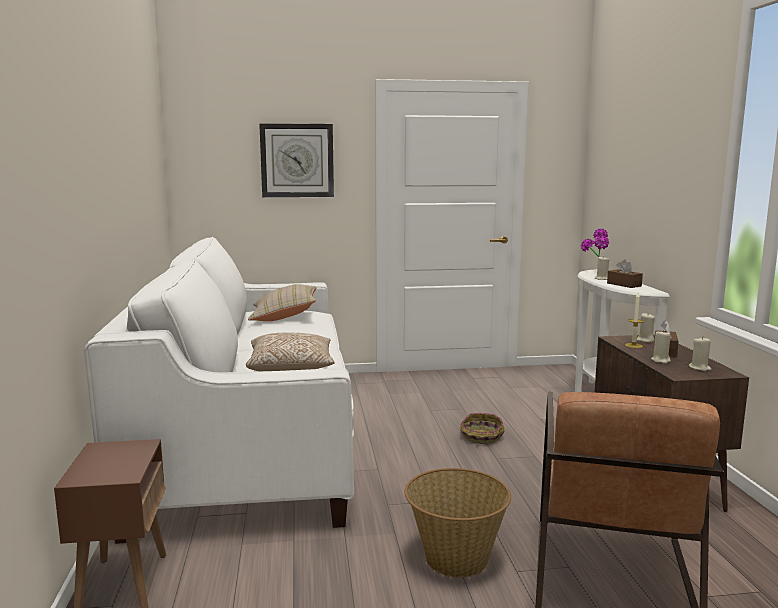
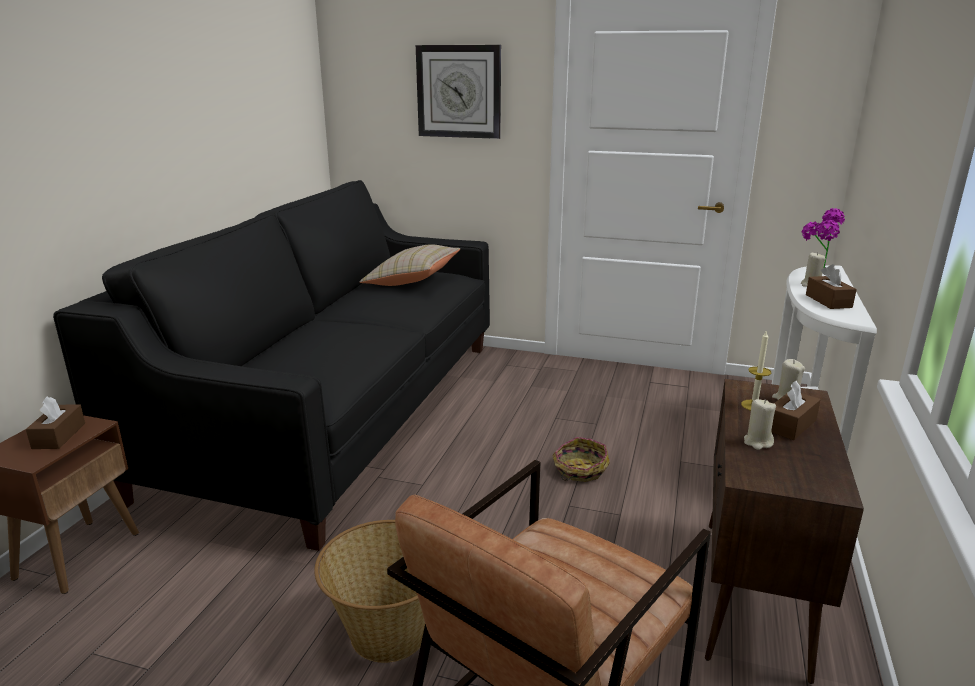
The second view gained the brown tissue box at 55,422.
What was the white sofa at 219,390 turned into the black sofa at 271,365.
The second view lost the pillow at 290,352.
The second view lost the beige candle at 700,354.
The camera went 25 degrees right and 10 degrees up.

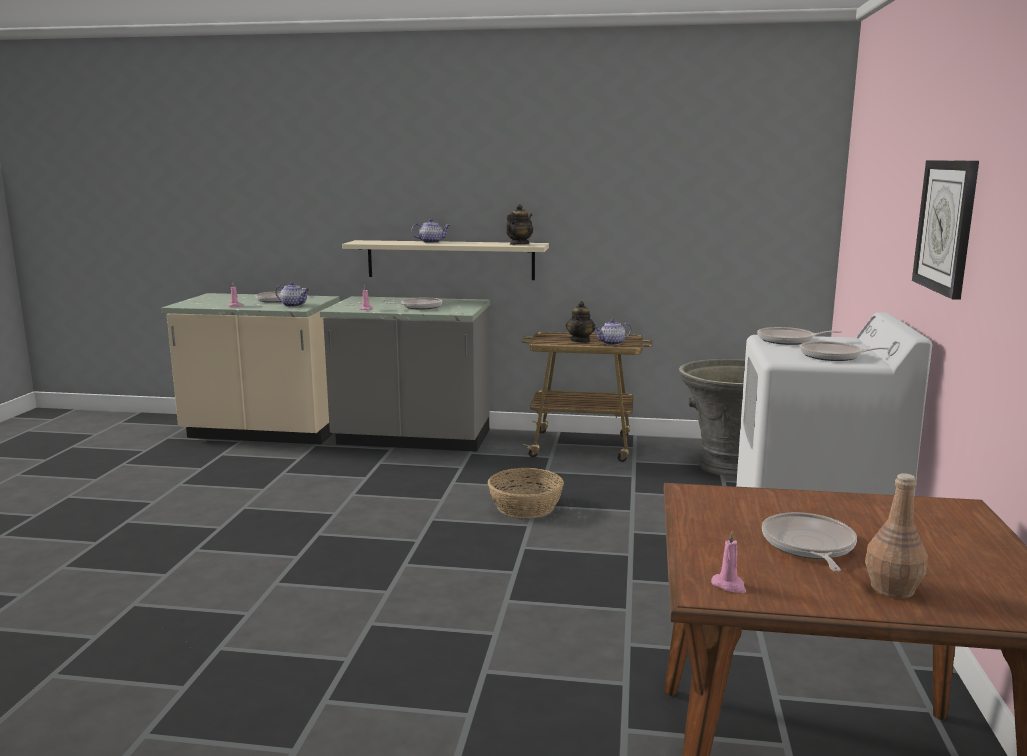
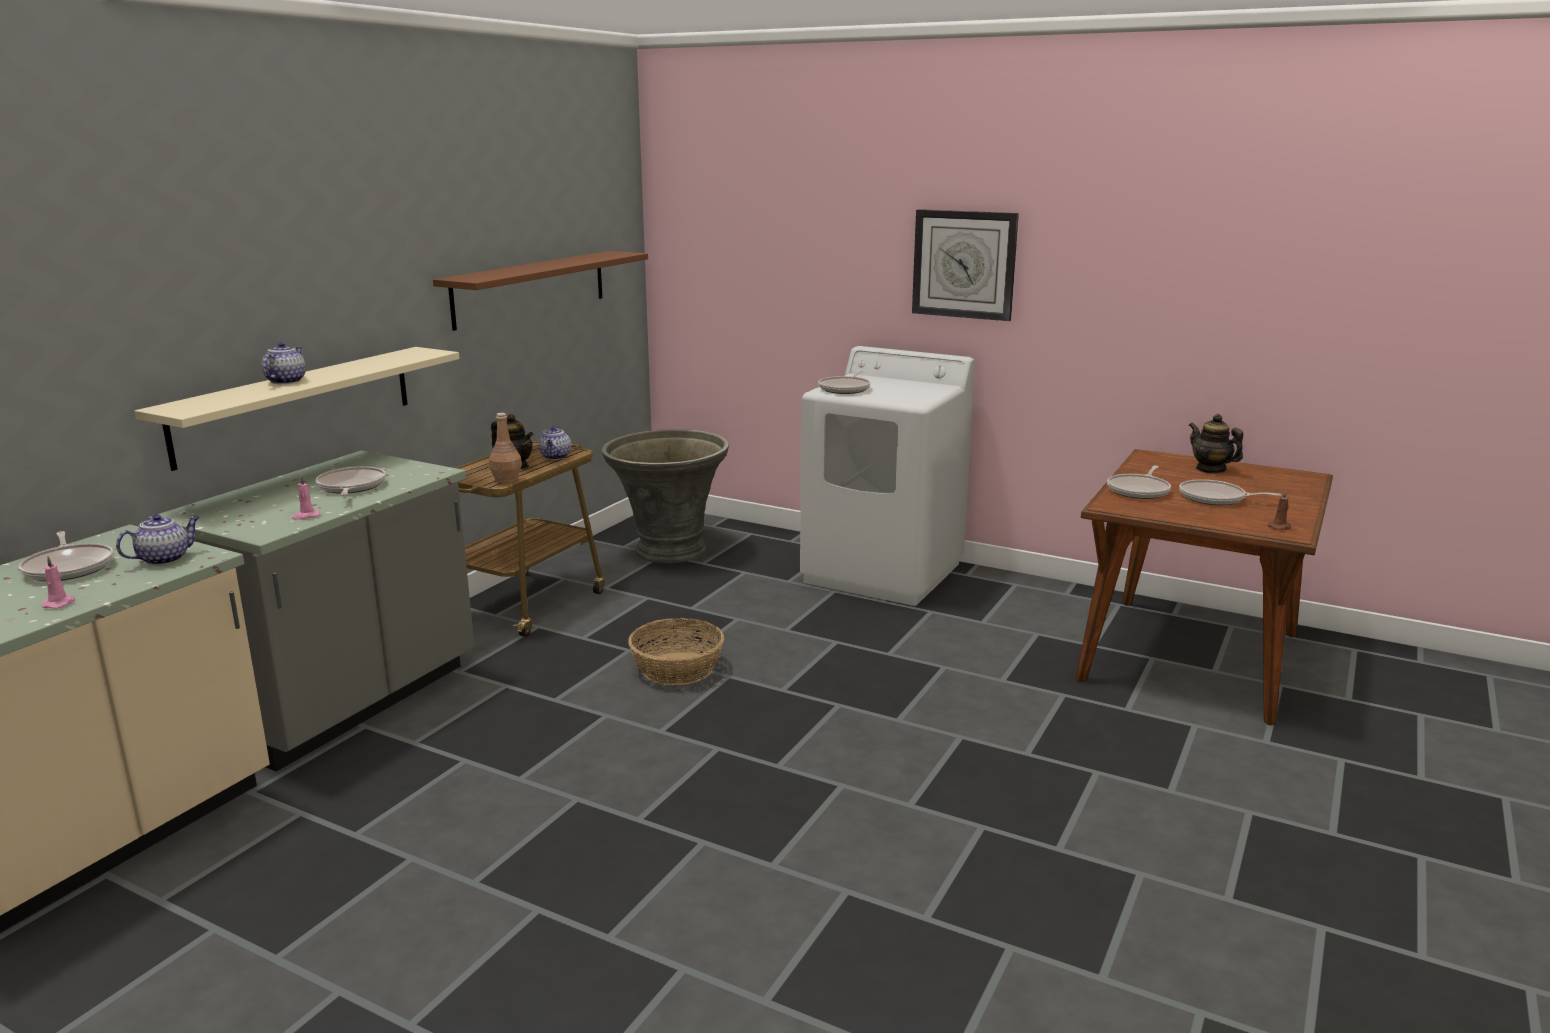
The second view gained the brown shelf at 540,291.
The brown bottle ended up elsewhere, having gone from 896,536 to 505,448.
The frying pan ended up elsewhere, having gone from 845,351 to 1139,482.
The teapot ended up elsewhere, having gone from 519,224 to 1216,444.
What was the pink candle at 728,562 turned into the brown candle at 1279,510.
The camera went 70 degrees left and 5 degrees up.

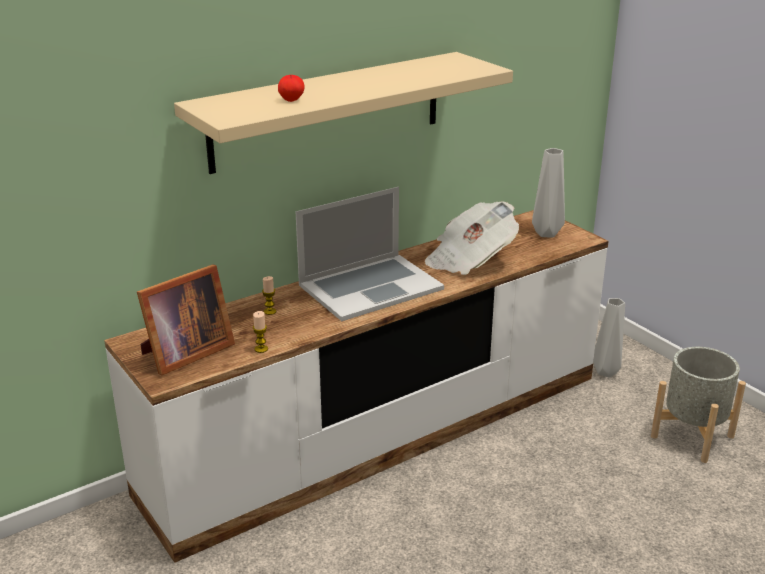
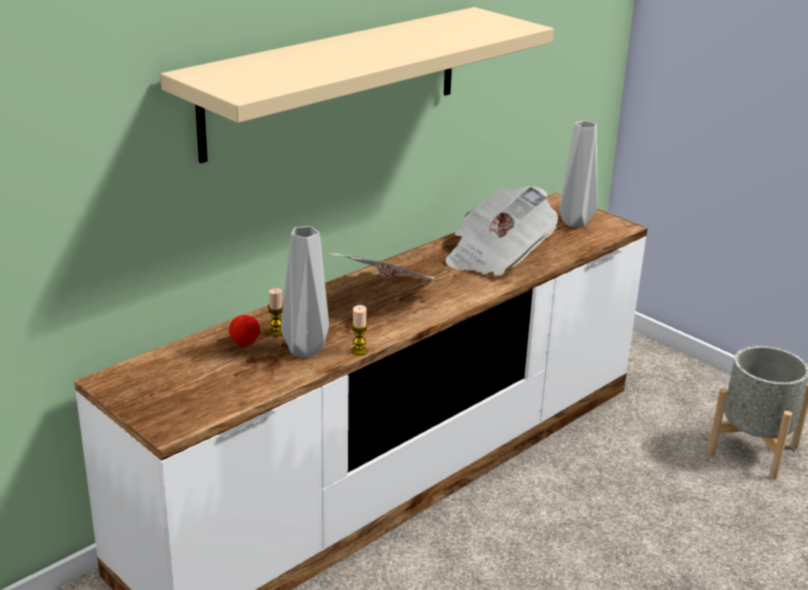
The apple ended up elsewhere, having gone from 291,88 to 244,330.
The grey vase ended up elsewhere, having gone from 609,337 to 305,292.
Where the laptop stood at 370,254, the newspaper came to stand at 384,267.
The candle ended up elsewhere, having gone from 260,332 to 359,330.
The second view lost the picture frame at 186,319.
The camera went 10 degrees left and 0 degrees up.

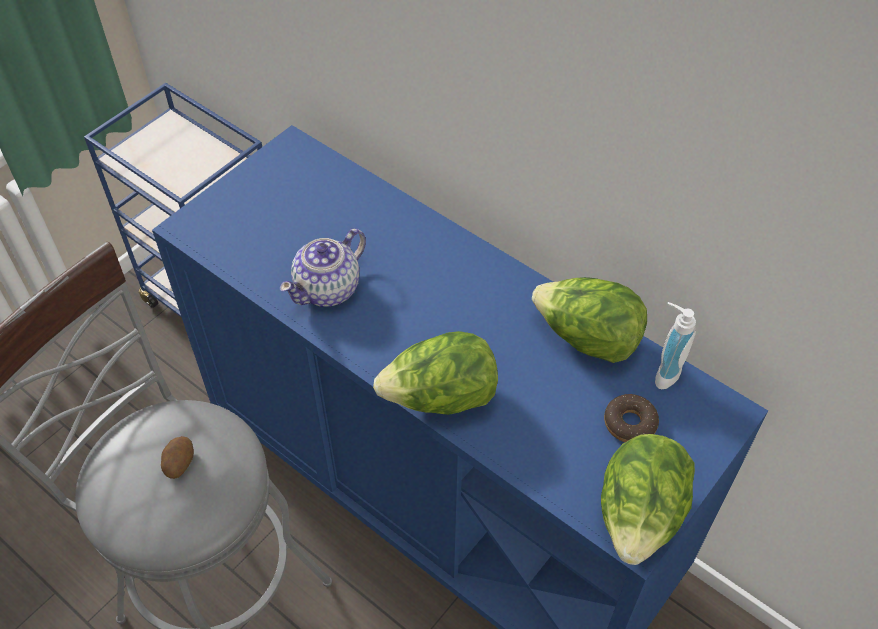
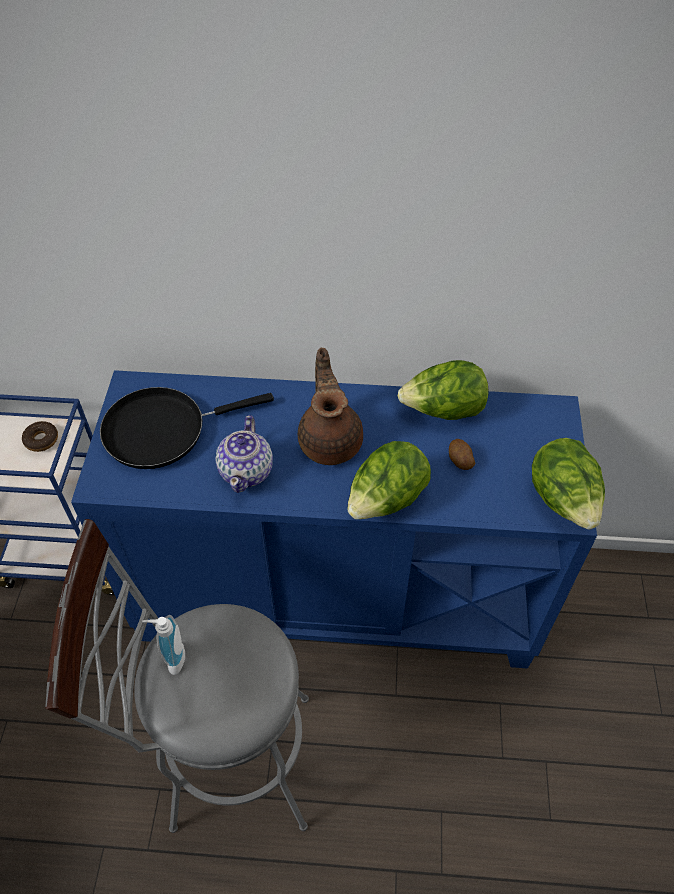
The donut ended up elsewhere, having gone from 631,418 to 40,436.
The second view gained the black frying pan at 187,428.
The soap dispenser ended up elsewhere, having gone from 675,345 to 163,645.
The second view gained the brown teapot at 330,406.
The potato ended up elsewhere, having gone from 177,457 to 462,454.
The camera went 35 degrees left and 0 degrees up.

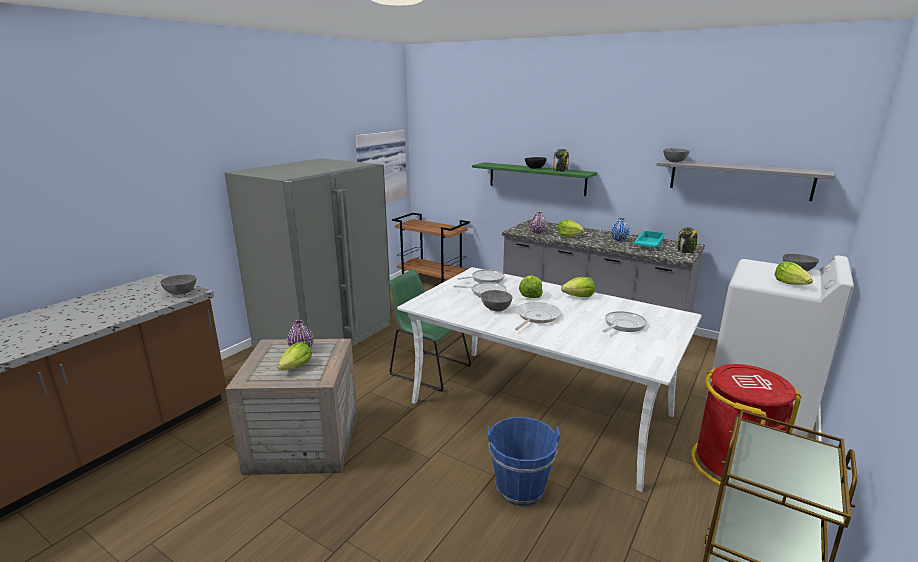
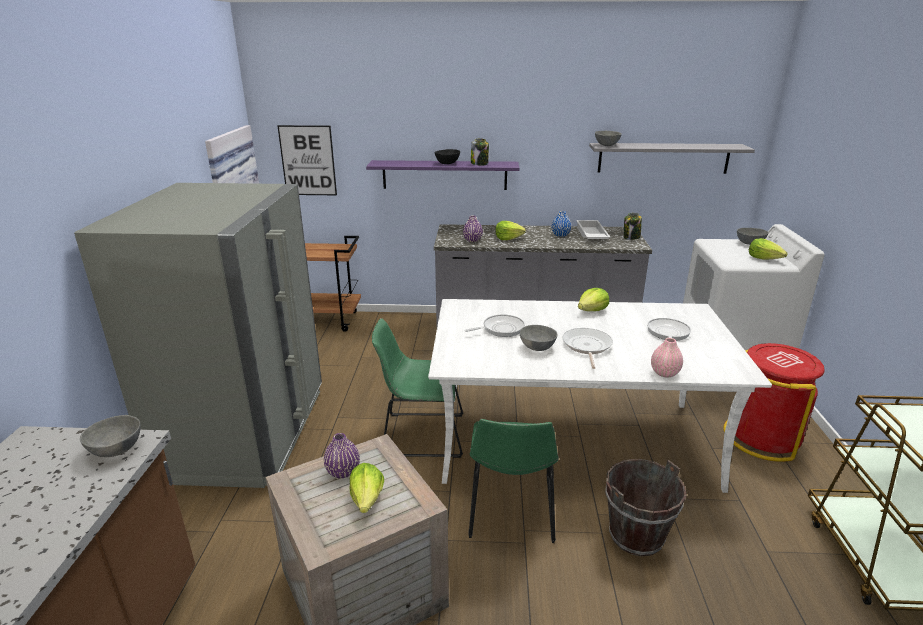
The second view gained the picture at 307,160.
What was the green shelf at 534,179 turned into the purple shelf at 443,175.
The second view gained the green chair at 513,481.
What was the turquoise tray at 649,238 turned into the white tray at 593,229.
What was the blue bucket at 524,461 turned into the brown bucket at 645,507.
The second view gained the pink vase at 667,357.
The second view lost the frying pan at 480,276.
The second view lost the lettuce at 531,287.
The camera went 30 degrees left and 5 degrees up.

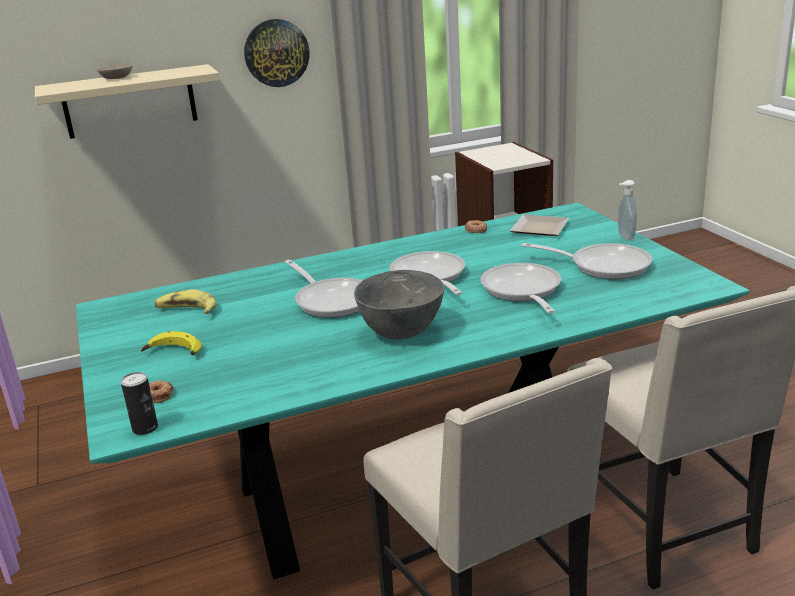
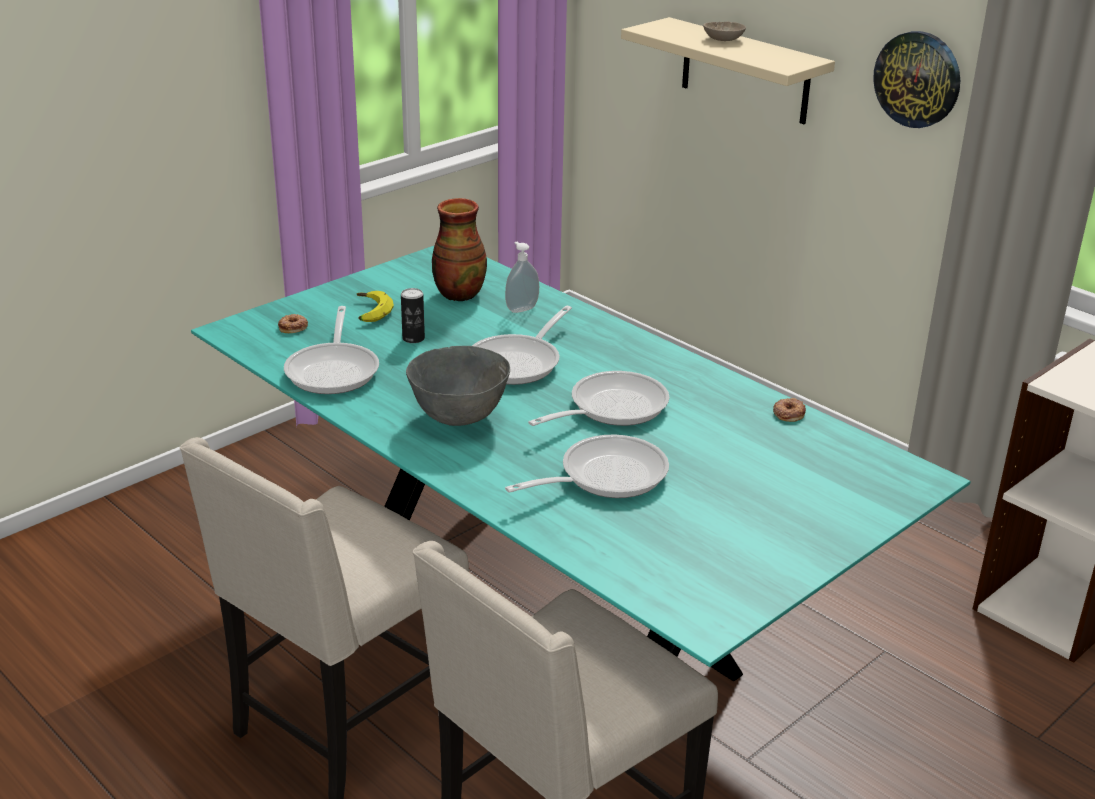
The frying pan ended up elsewhere, having gone from 586,261 to 331,350.
The can ended up elsewhere, having gone from 139,403 to 413,315.
Where the banana stood at 185,301, the vase came to stand at 459,249.
The soap dispenser ended up elsewhere, having gone from 627,210 to 522,277.
The second view lost the plate at 539,225.
The camera went 65 degrees right and 5 degrees up.

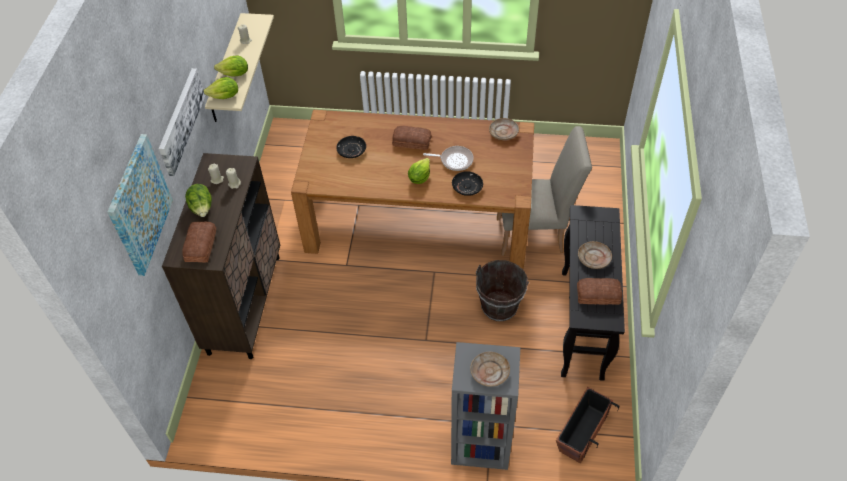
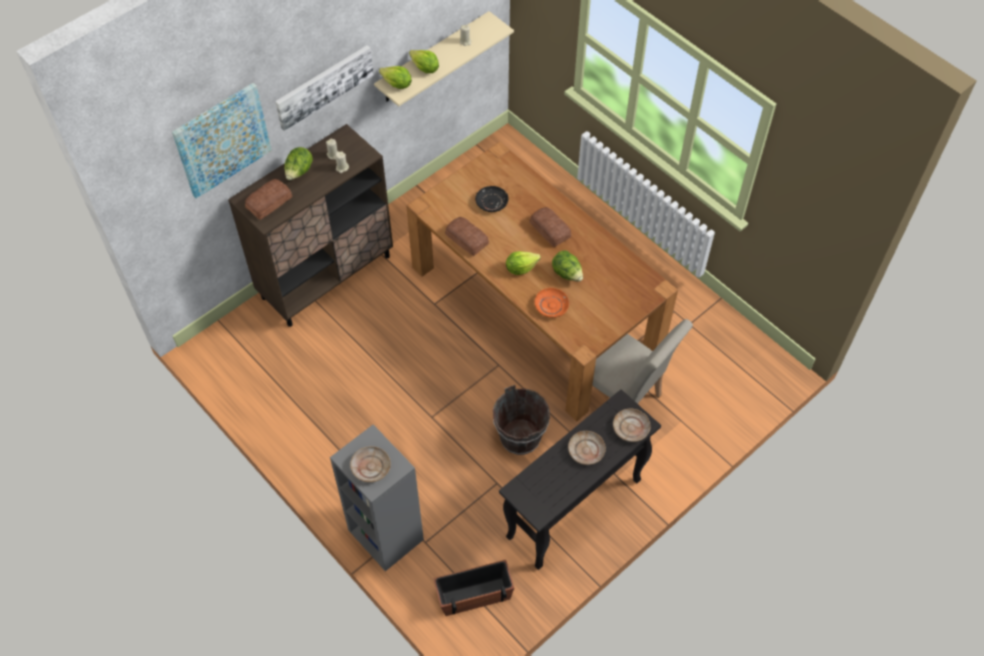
The bread ended up elsewhere, having gone from 599,291 to 467,236.
What was the black plate at 467,183 turned into the orange plate at 552,303.
Where the frying pan stood at 448,158, the lettuce came to stand at 567,266.
The beige plate ended up elsewhere, having gone from 504,129 to 632,425.
The camera went 40 degrees right and 5 degrees up.

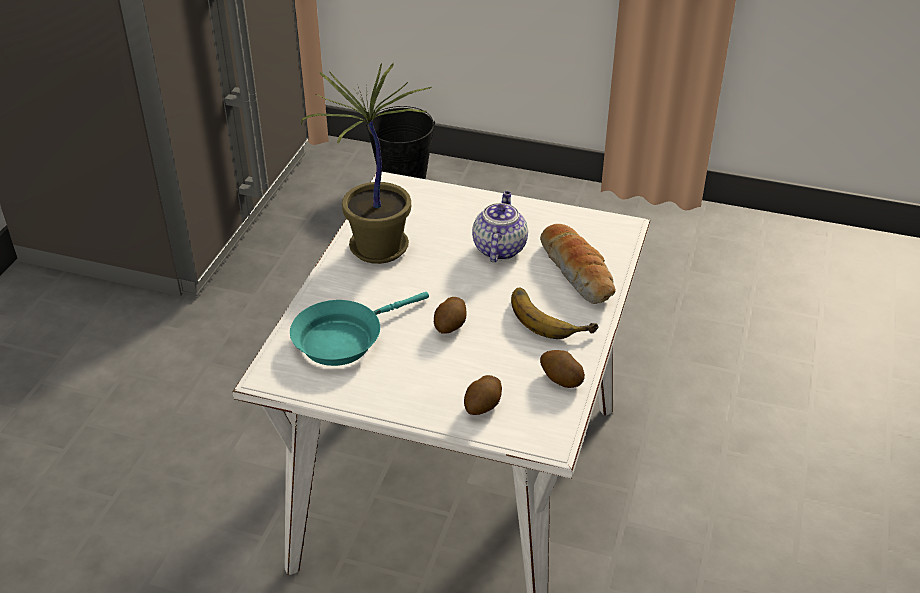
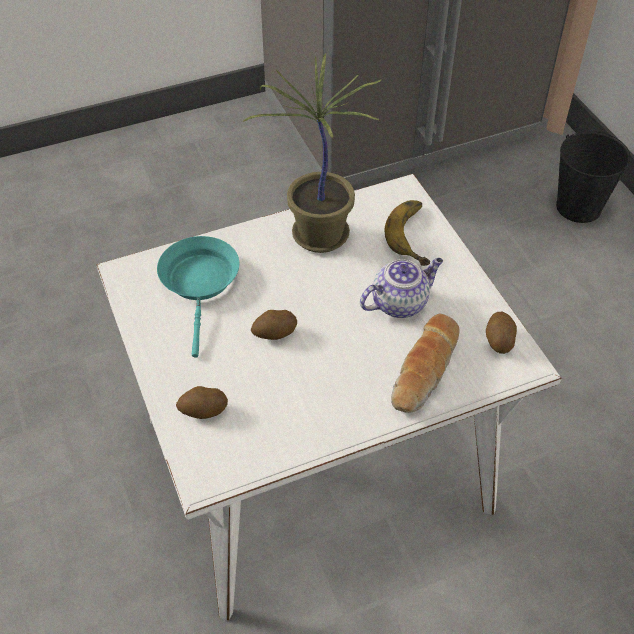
The turquoise frying pan at 359,329 ended up facing another way, 75 degrees clockwise from before.
The banana ended up elsewhere, having gone from 555,313 to 407,233.
The potato ended up elsewhere, having gone from 562,369 to 501,333.
The camera went 50 degrees right and 10 degrees up.

